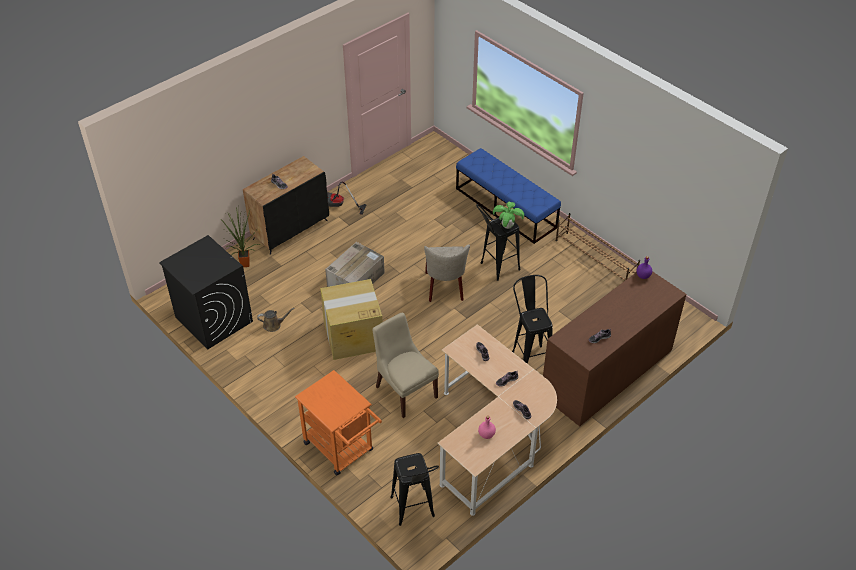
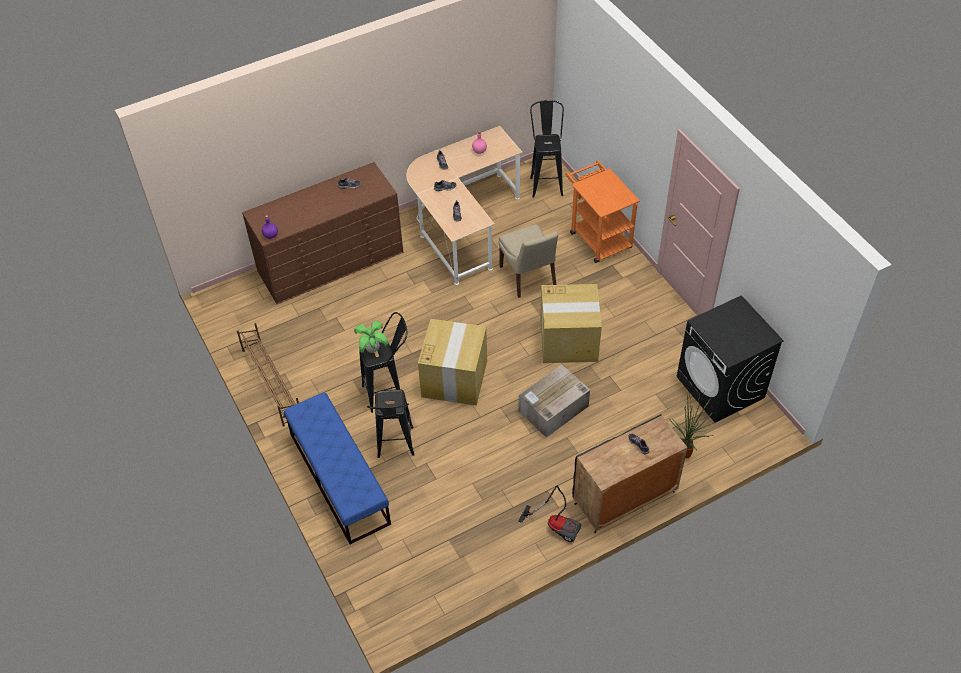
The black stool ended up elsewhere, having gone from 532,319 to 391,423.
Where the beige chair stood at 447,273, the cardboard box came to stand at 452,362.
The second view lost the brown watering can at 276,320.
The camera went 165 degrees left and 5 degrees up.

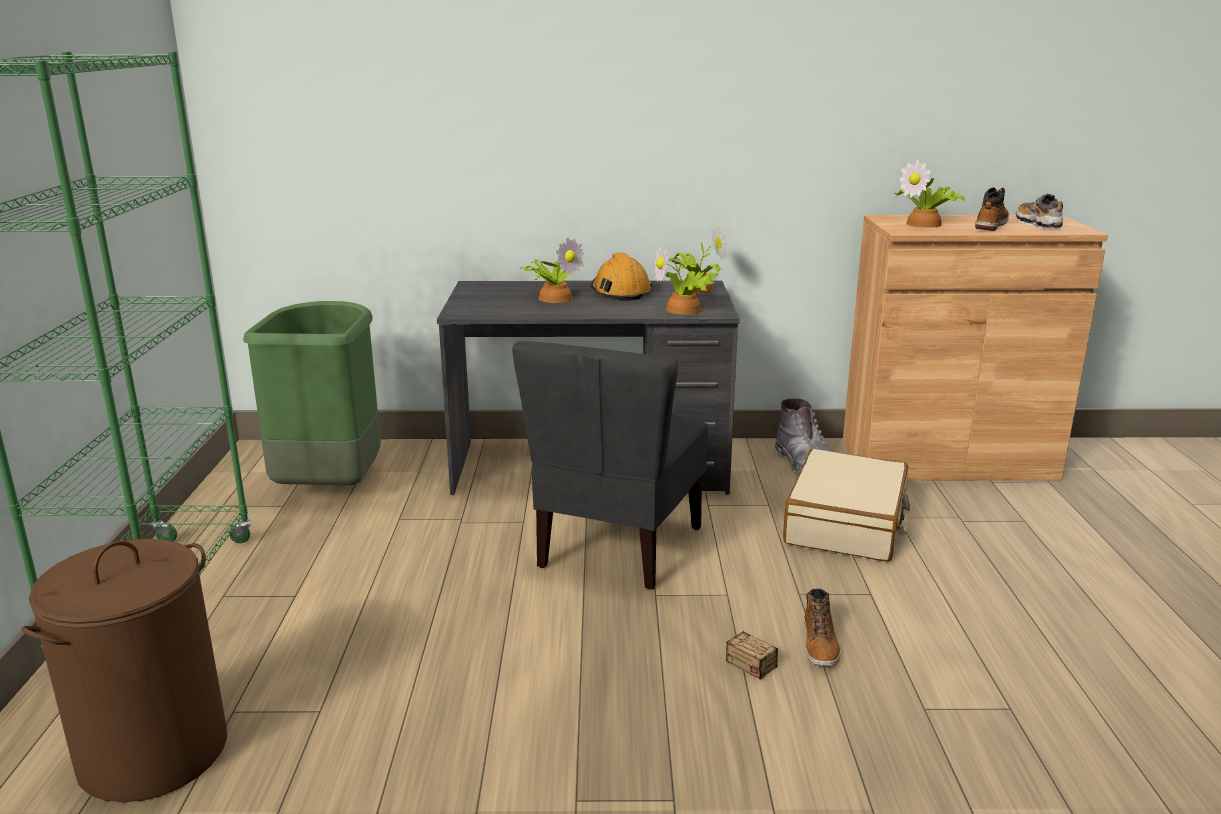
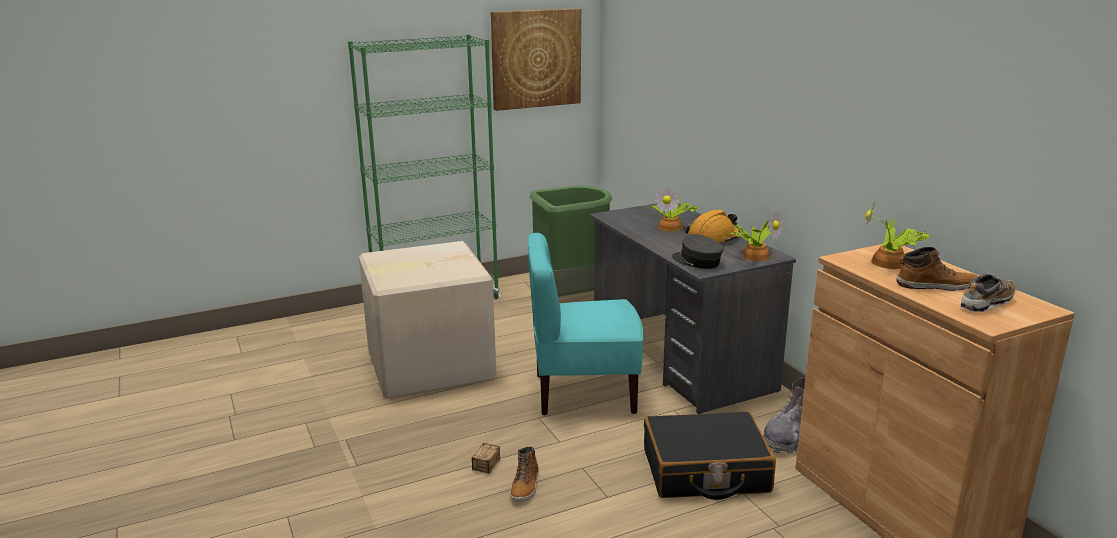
The second view gained the cardboard box at 428,320.
The second view gained the picture at 536,59.
The boot at 822,627 ended up facing another way, 60 degrees counterclockwise from before.
What was the grey chair at 610,465 turned into the turquoise chair at 585,324.
What was the beige suitcase at 846,505 turned into the black suitcase at 710,455.
Where the potted plant stood at 687,279, the grey cap came to stand at 698,251.
The second view lost the brown laundry basket at 124,670.
The camera went 65 degrees right and 0 degrees up.

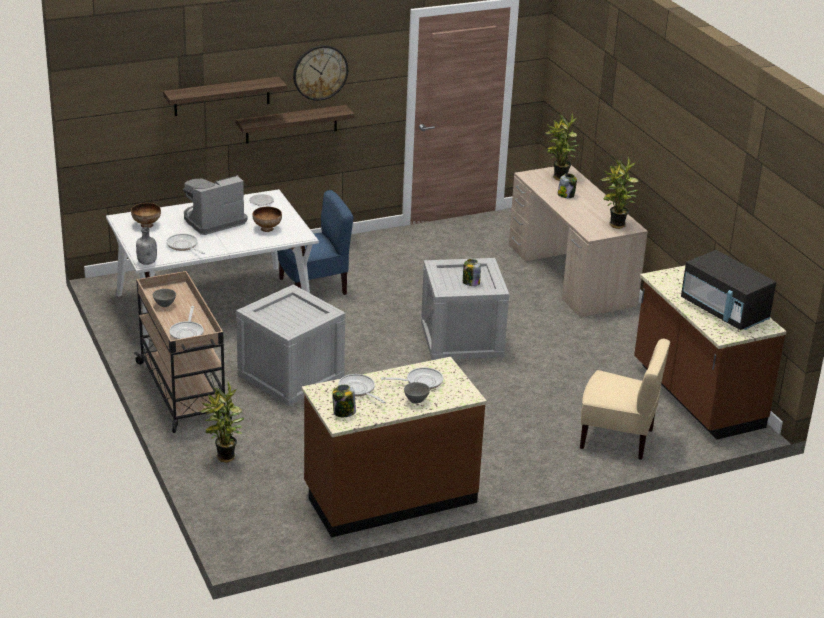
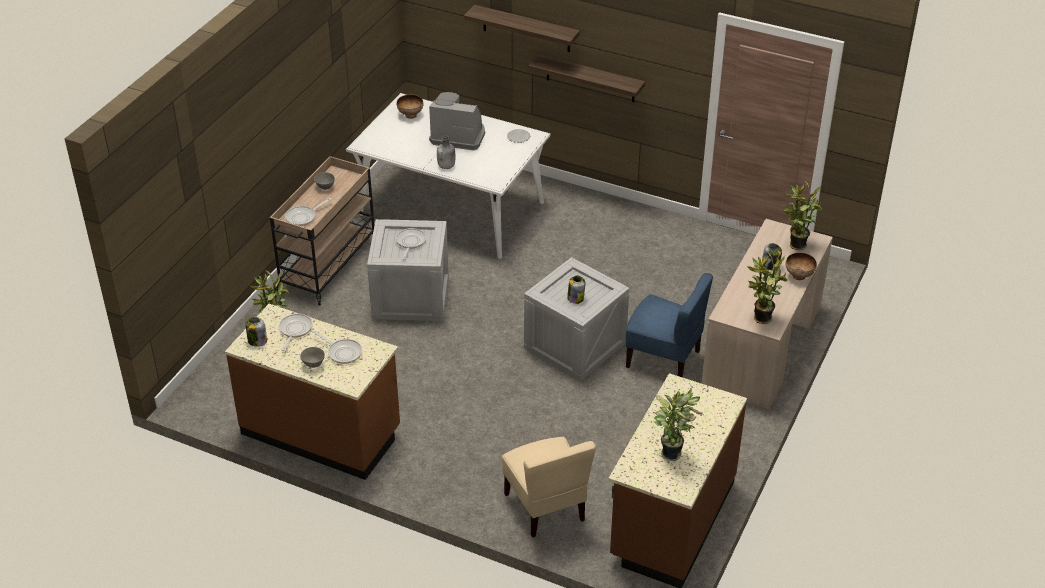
The frying pan ended up elsewhere, having gone from 185,244 to 411,244.
The grey bottle ended up elsewhere, having gone from 146,246 to 446,152.
The blue chair ended up elsewhere, having gone from 315,242 to 669,325.
Where the black microwave stood at 728,290, the potted plant came to stand at 678,425.
The bowl ended up elsewhere, having gone from 267,219 to 801,266.
The second view lost the wall clock at 320,73.
The camera went 50 degrees right and 10 degrees up.

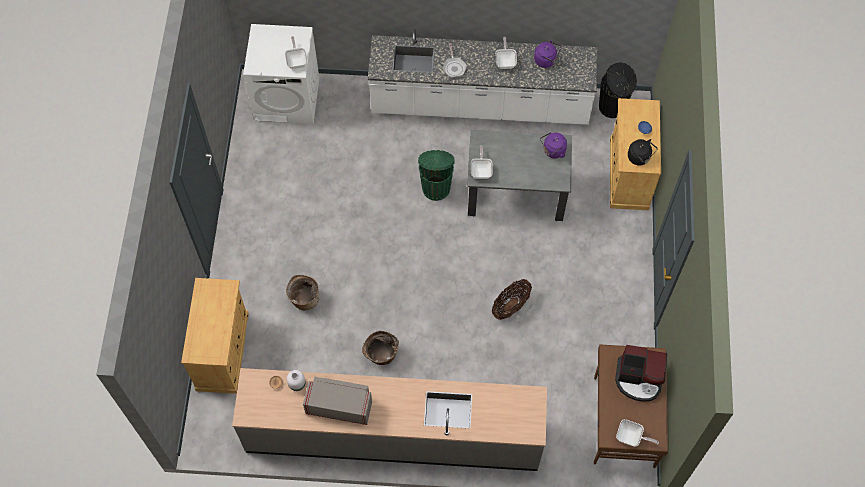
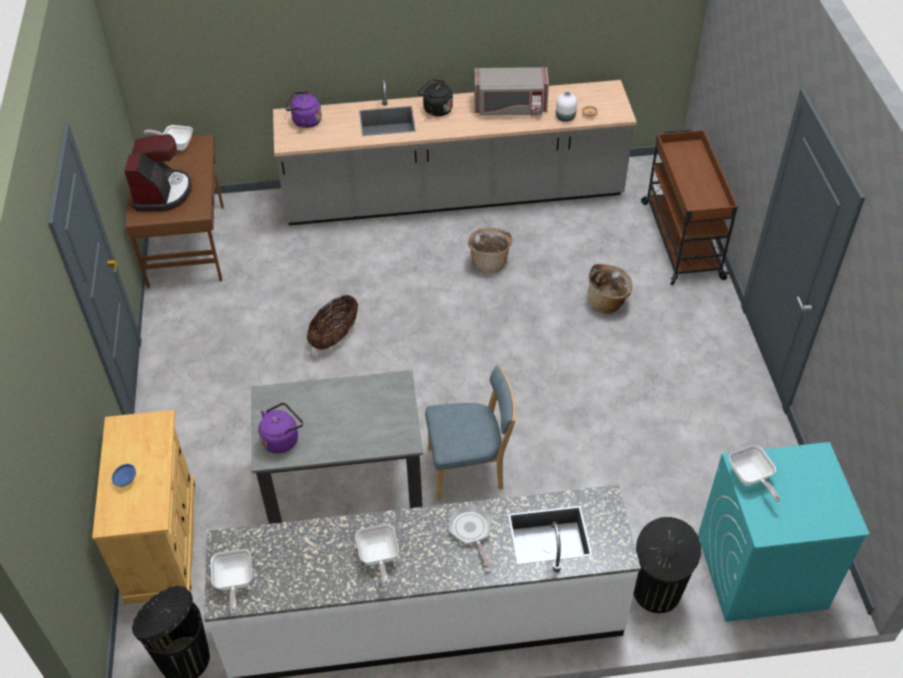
The coffee machine at 641,373 ended up facing another way, 90 degrees clockwise from before.
The frying pan ended up elsewhere, having gone from 482,162 to 231,581.
The purple kettle ended up elsewhere, having gone from 547,54 to 303,109.
The black kettle ended up elsewhere, having gone from 643,152 to 435,98.
Where the green trash can stood at 436,175, the blue chair came to stand at 470,433.
The second view gained the black trash can at 667,565.
Where the beige cabinet stood at 215,336, the brown cart came to stand at 689,207.
What was the white washing machine at 281,74 turned into the turquoise washing machine at 784,532.
The camera went 170 degrees right and 15 degrees down.

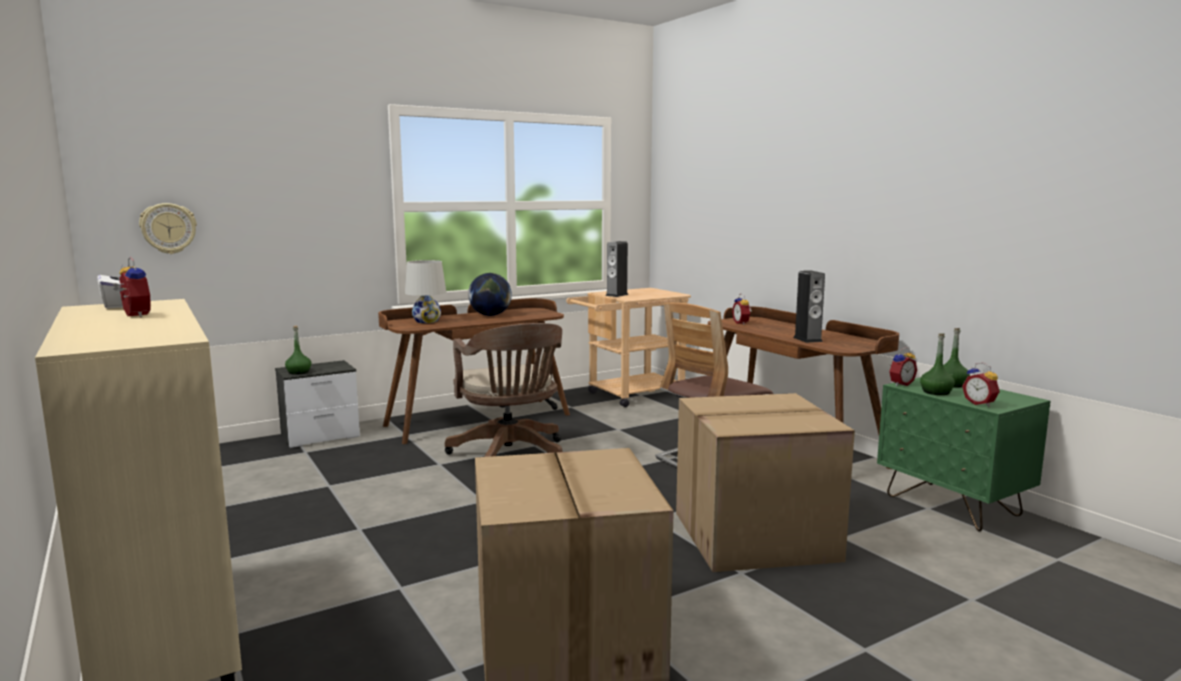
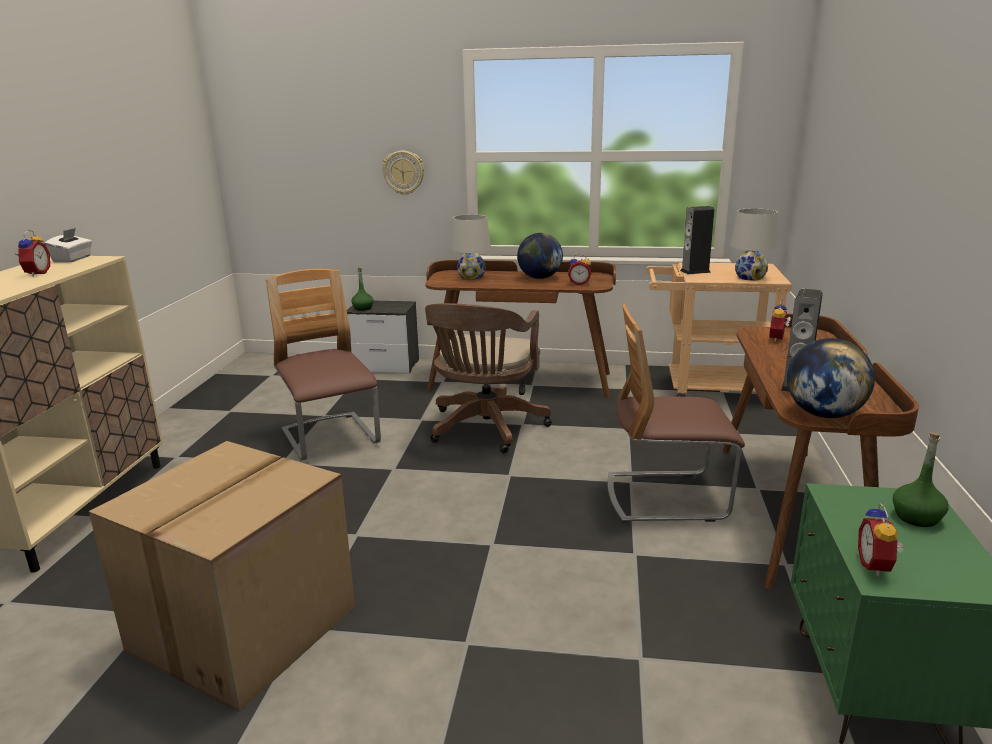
The second view gained the chair at 323,365.
The wall clock ended up elsewhere, having gone from 168,228 to 403,173.
The alarm clock ended up elsewhere, having gone from 903,366 to 579,270.
The second view gained the white table lamp at 754,244.
The second view gained the globe at 831,378.
The second view lost the cardboard box at 765,482.
The second view lost the green bottle at 937,364.
The camera went 40 degrees right and 10 degrees up.

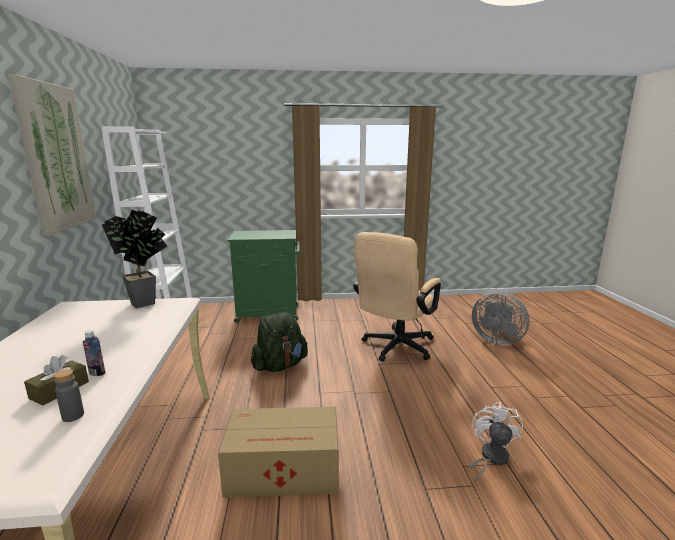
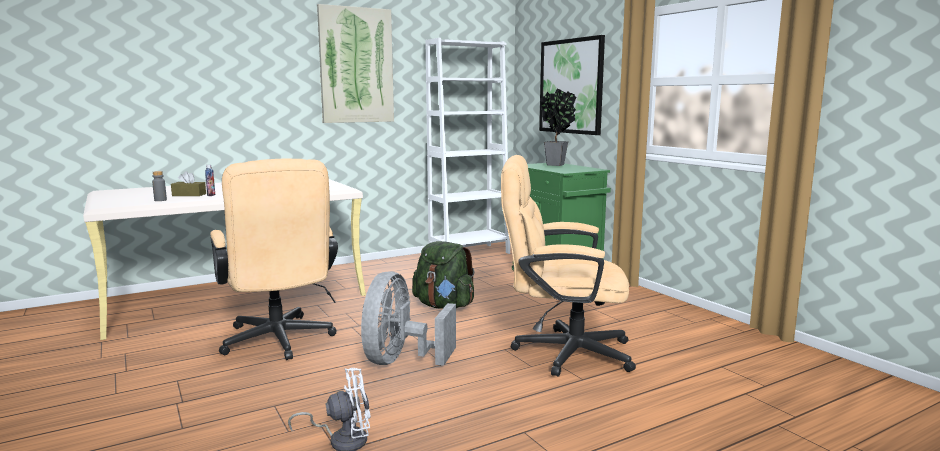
Where the cardboard box stood at 278,452, the beige office chair came to stand at 274,259.
The grey fan ended up elsewhere, having gone from 501,318 to 408,318.
The second view gained the picture at 572,85.
The potted plant ended up elsewhere, having gone from 134,259 to 559,127.
The camera went 65 degrees right and 5 degrees down.

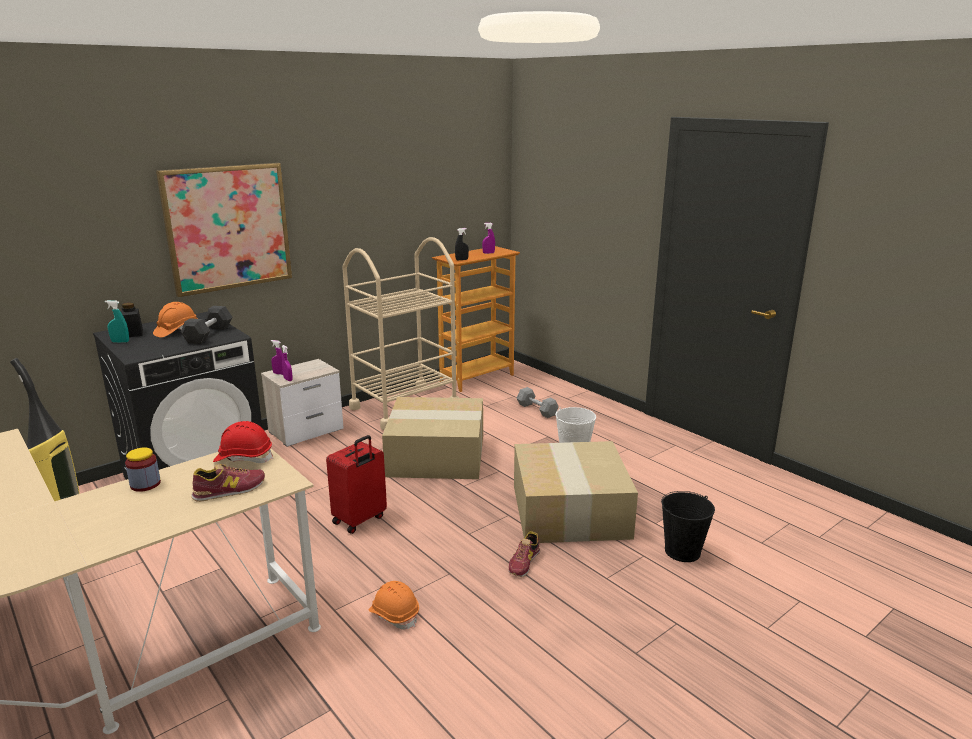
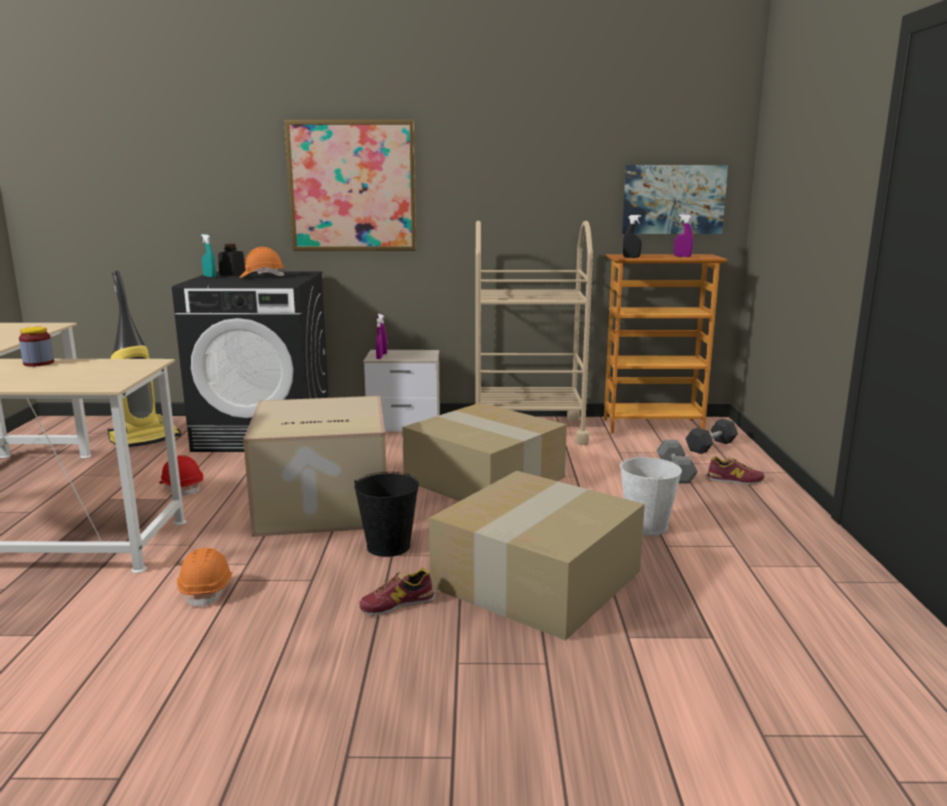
The red hard hat ended up elsewhere, having gone from 243,442 to 181,475.
Where the red suitcase stood at 356,484, the cardboard box came to stand at 314,466.
The black bucket ended up elsewhere, having gone from 688,526 to 387,514.
The second view gained the picture at 675,199.
The black dumbbell ended up elsewhere, having gone from 206,325 to 711,436.
The shoe ended up elsewhere, having gone from 228,483 to 735,470.
The camera went 40 degrees right and 5 degrees down.

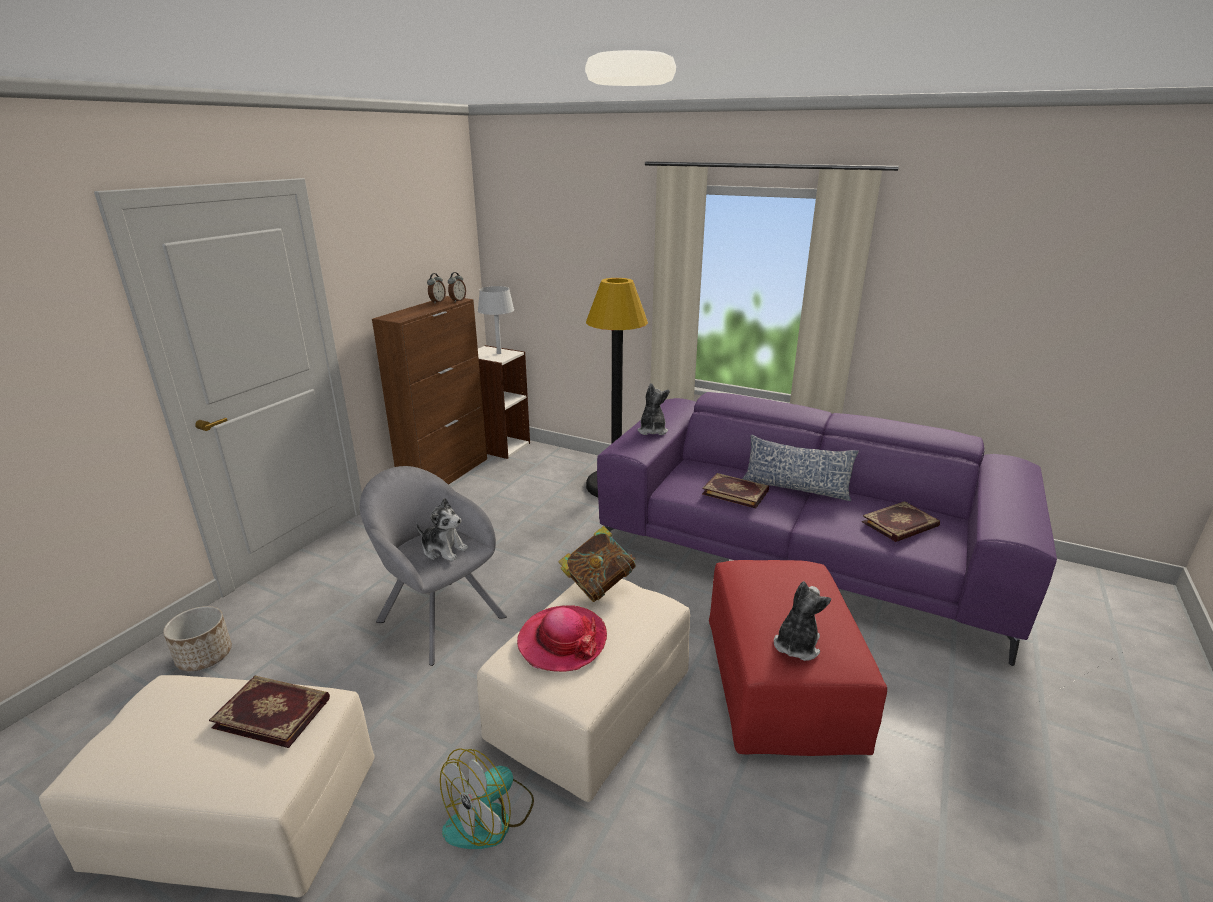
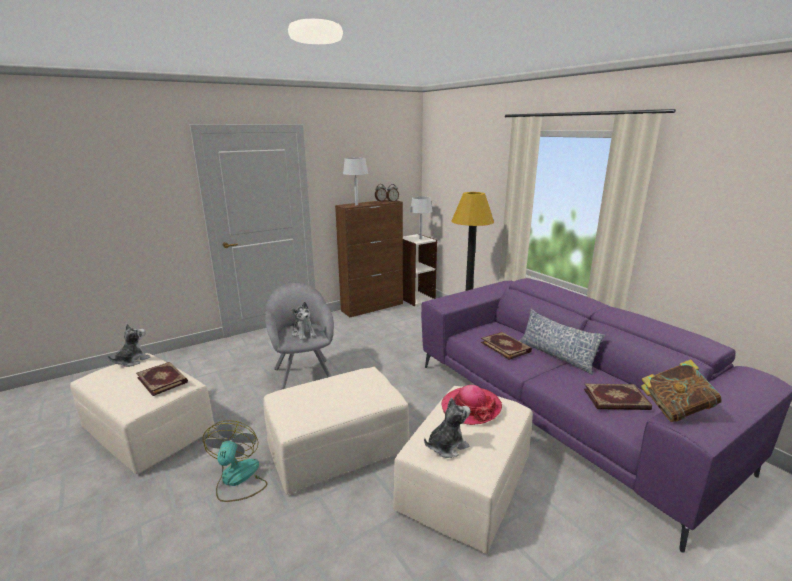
The plush toy ended up elsewhere, having gone from 653,409 to 129,345.
The fan at 487,798 ended up facing another way, 105 degrees clockwise from before.
The second view gained the grey table lamp at 355,181.
What was the red ottoman at 798,658 turned into the beige ottoman at 463,470.
The hat ended up elsewhere, having gone from 562,638 to 471,405.
The book ended up elsewhere, having gone from 597,564 to 681,390.
The second view lost the planter at 197,638.
The camera went 30 degrees right and 5 degrees down.

